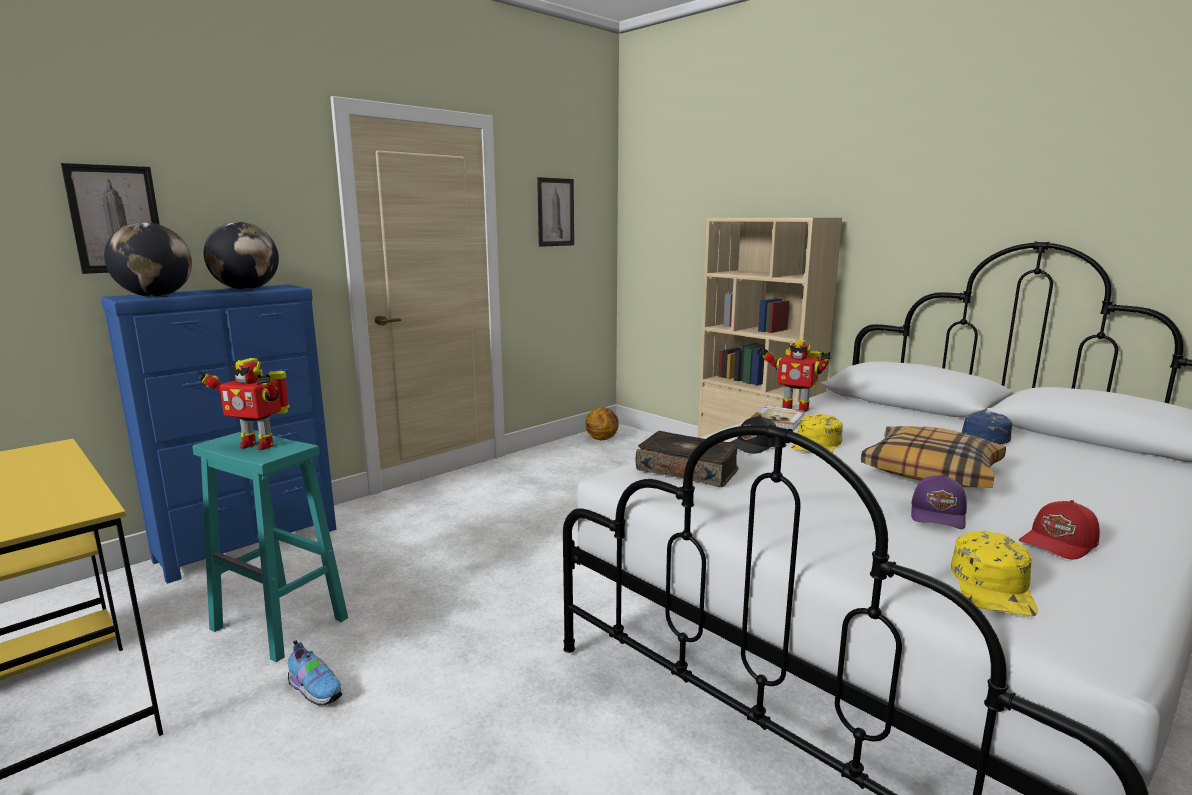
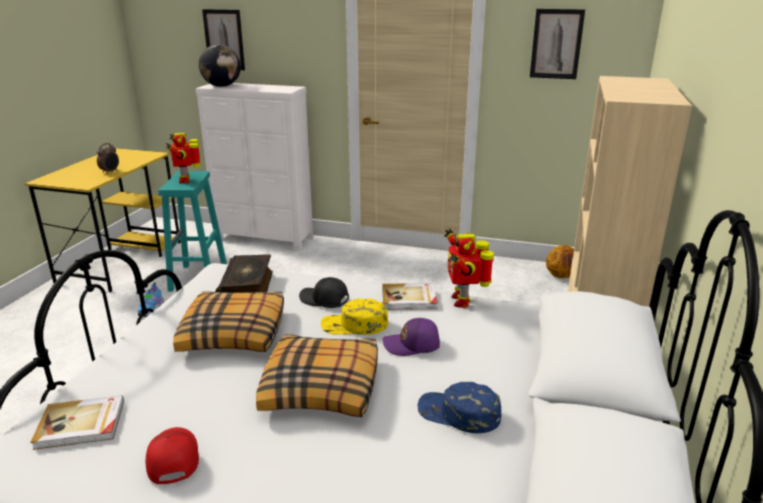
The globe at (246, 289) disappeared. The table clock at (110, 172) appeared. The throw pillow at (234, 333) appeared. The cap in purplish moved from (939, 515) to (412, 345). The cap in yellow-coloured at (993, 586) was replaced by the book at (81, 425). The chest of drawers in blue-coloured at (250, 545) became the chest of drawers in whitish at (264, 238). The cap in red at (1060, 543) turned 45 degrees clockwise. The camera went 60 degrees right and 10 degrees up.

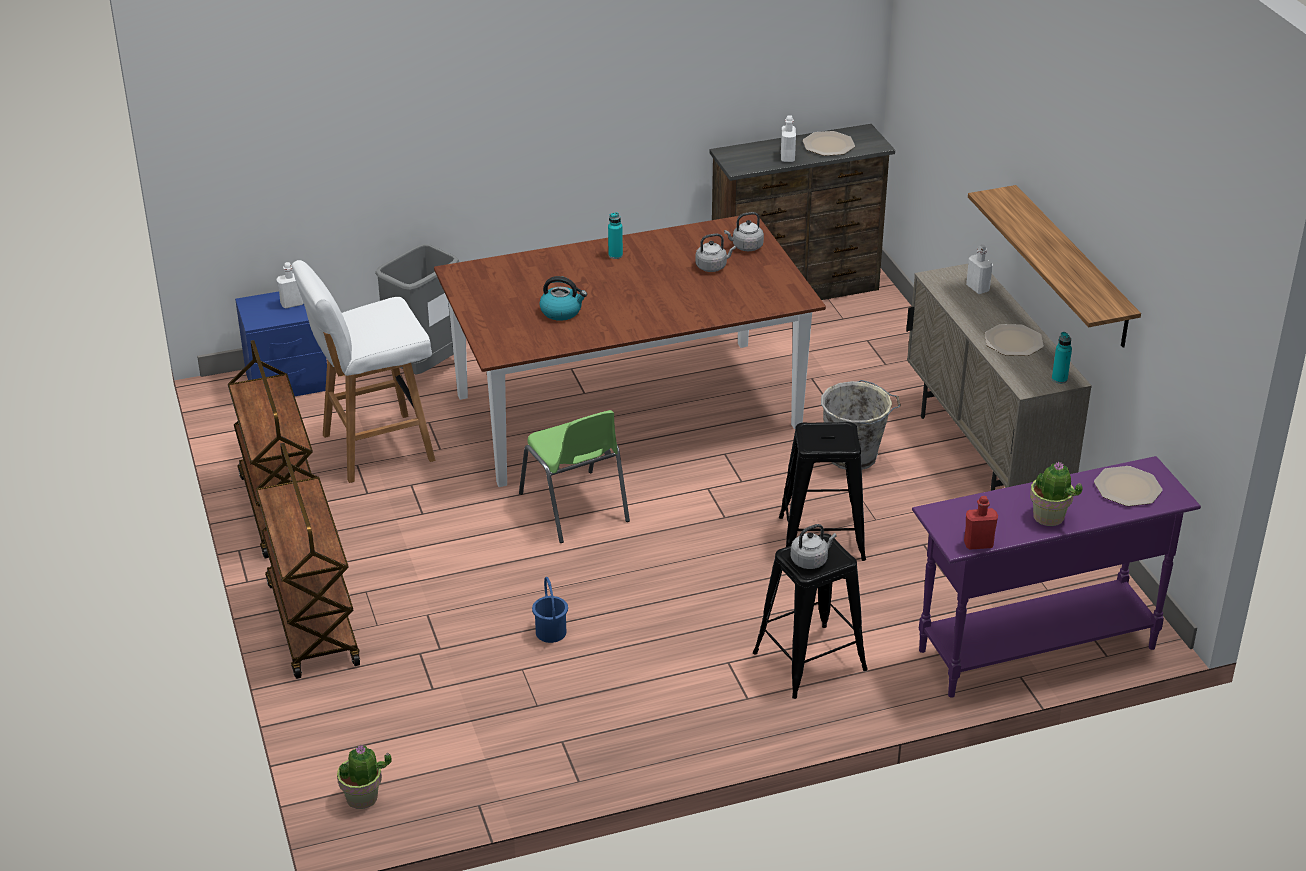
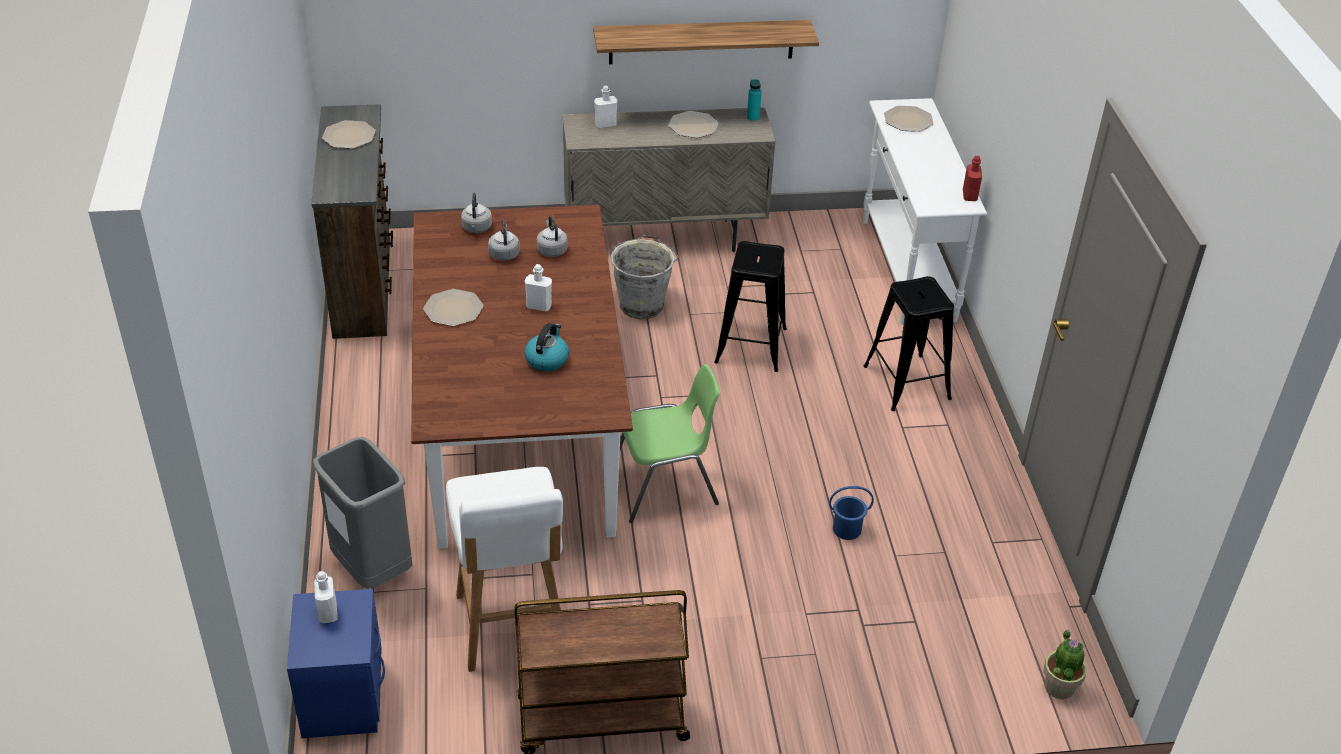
The trolley in brown at (311, 623) disappeared. The plant in a pot at (1048, 517) disappeared. The drink bottle in whitish moved from (787, 157) to (539, 306). The tea kettle in gray moved from (810, 560) to (551, 250). The drink bottle in turquoise-coloured at (615, 255) was replaced by the plate at (453, 309). The narrow table in purplish at (1035, 649) became the narrow table in whitish at (907, 270). The camera went 80 degrees left and 5 degrees up.

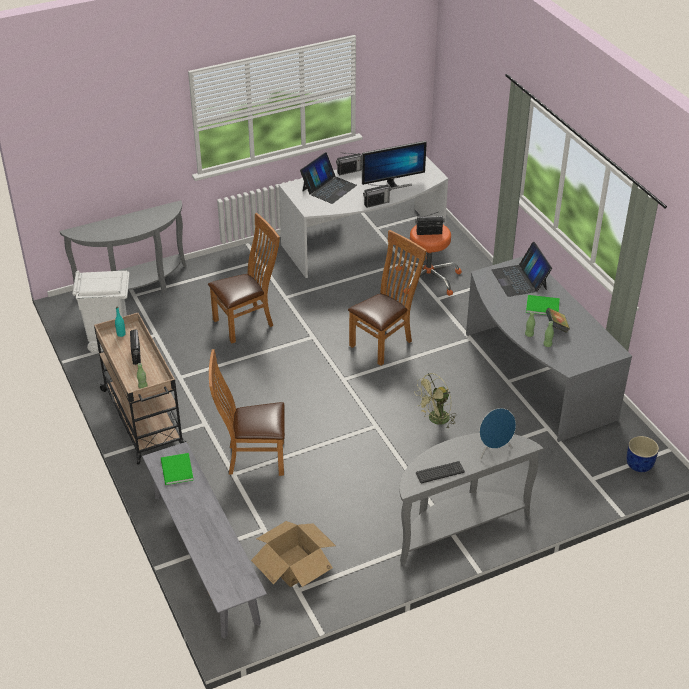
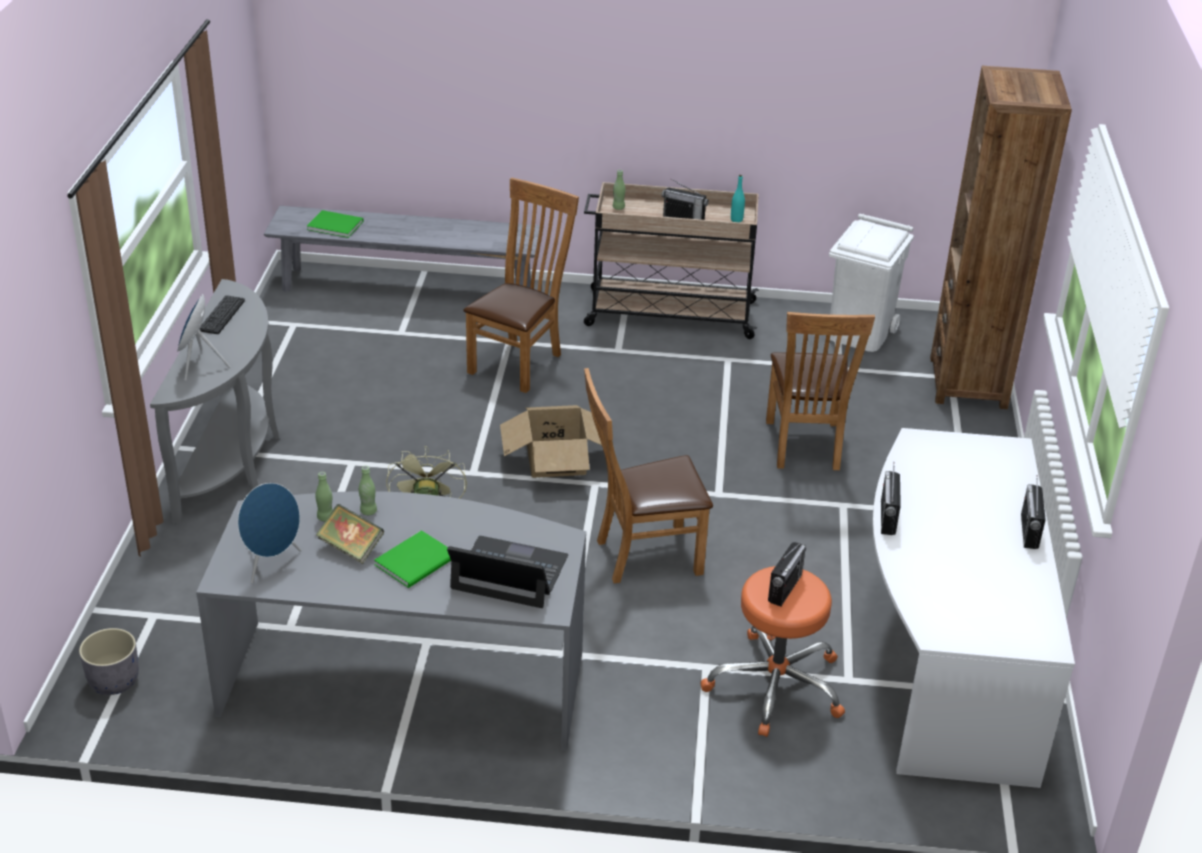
The notebook computer at (328, 188) disappeared. The monitor at (392, 185) disappeared. The loudspeaker in blue-coloured at (271, 563) appeared. The book in greenish moved from (176, 471) to (334, 224). The packing box moved from (294, 565) to (555, 460). The narrow table in gray at (135, 288) was replaced by the bookcase in brown at (968, 383). The planter in blue-coloured at (639, 465) became the planter in gray at (113, 681). The upright chair in brown at (384, 342) turned 90 degrees clockwise. The camera went 120 degrees right and 5 degrees down.

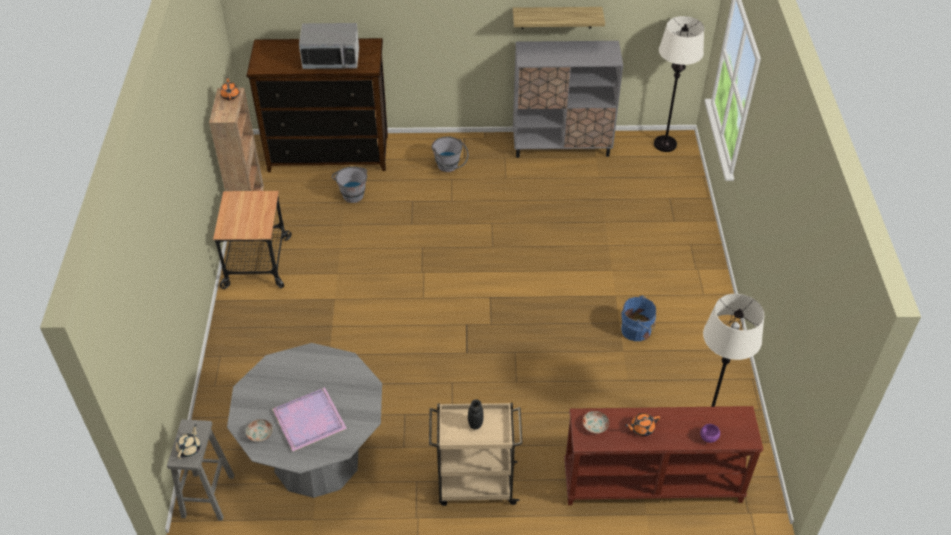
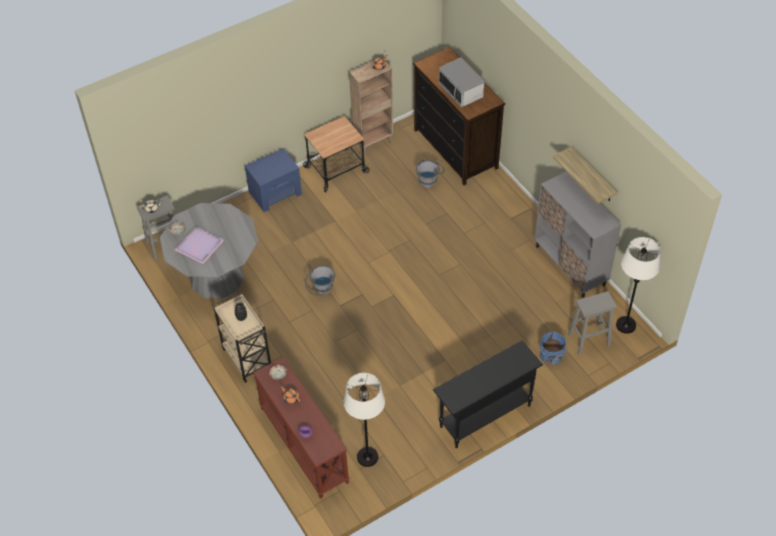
The night table in blue-coloured at (275, 193) appeared. The narrow table in blackish at (484, 416) appeared. The stool in gray at (588, 340) appeared. The pail in gray moved from (450, 168) to (321, 291). The pail in blue-coloured moved from (637, 330) to (551, 356). The camera went 60 degrees right and 5 degrees up.

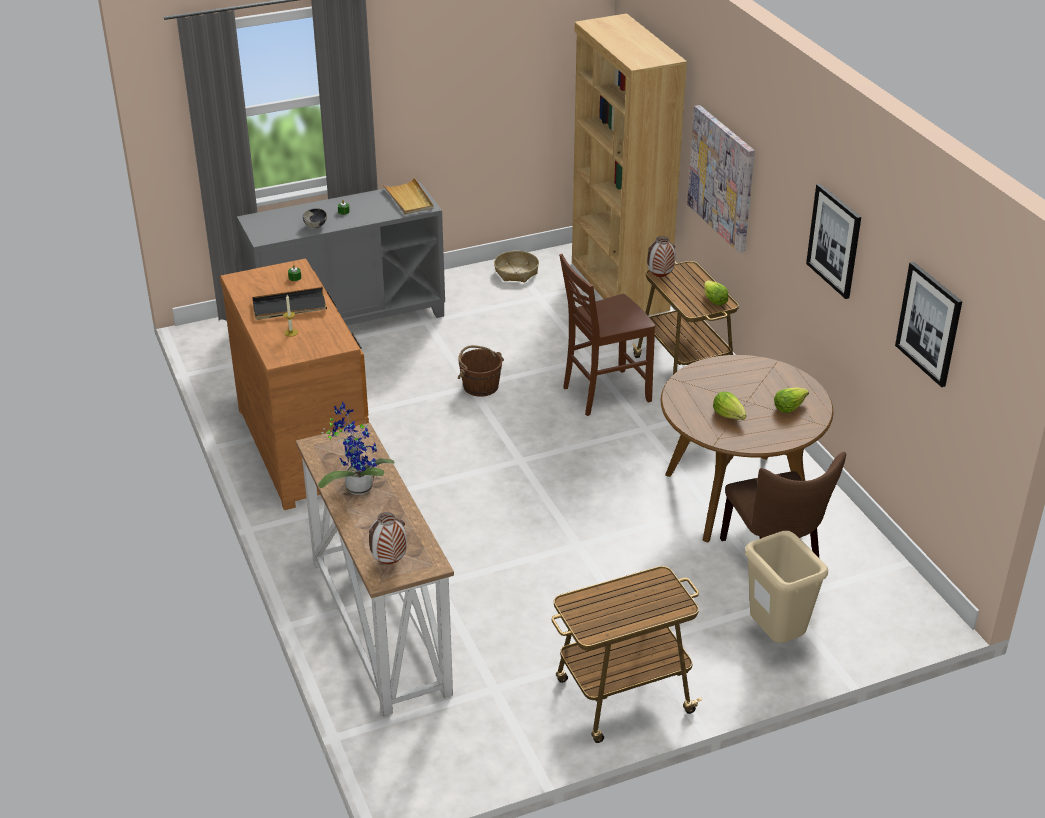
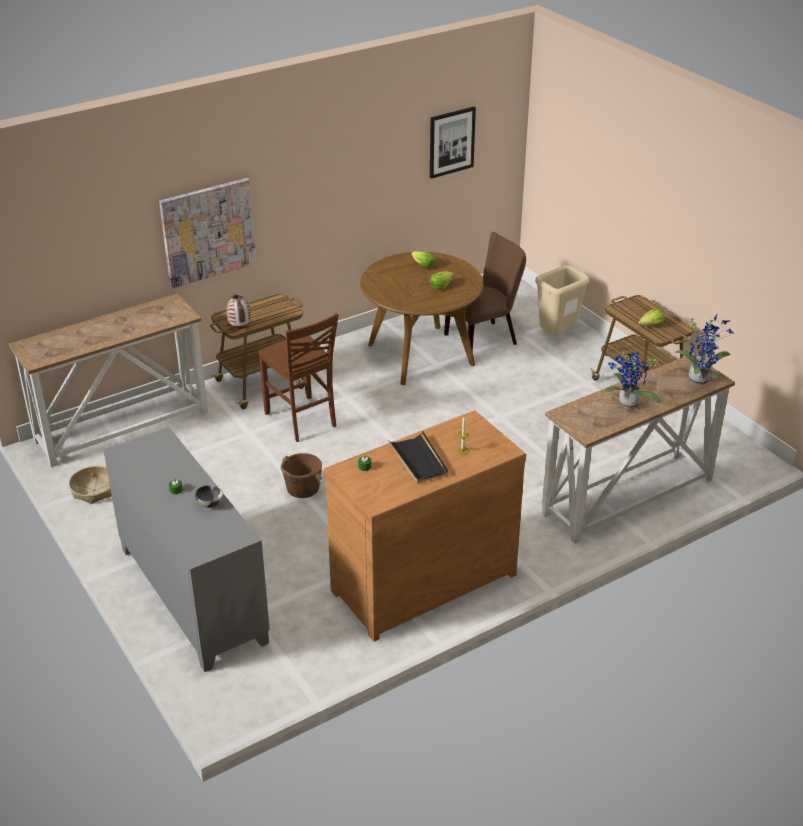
The carrying tray in beige at (408, 199) disappeared. The wall picture at (834, 240) disappeared. The head of lettuce moved from (714, 300) to (651, 325). The decorative vase at (389, 562) was replaced by the plant in a pot at (700, 379). The bookcase in brown at (618, 286) was replaced by the narrow table at (123, 426). The camera went 100 degrees left and 0 degrees up.

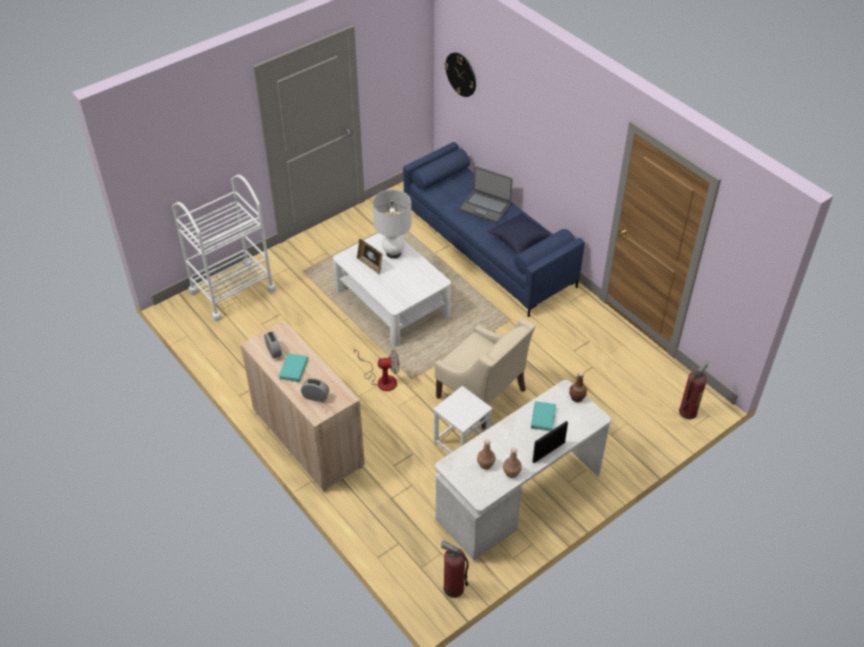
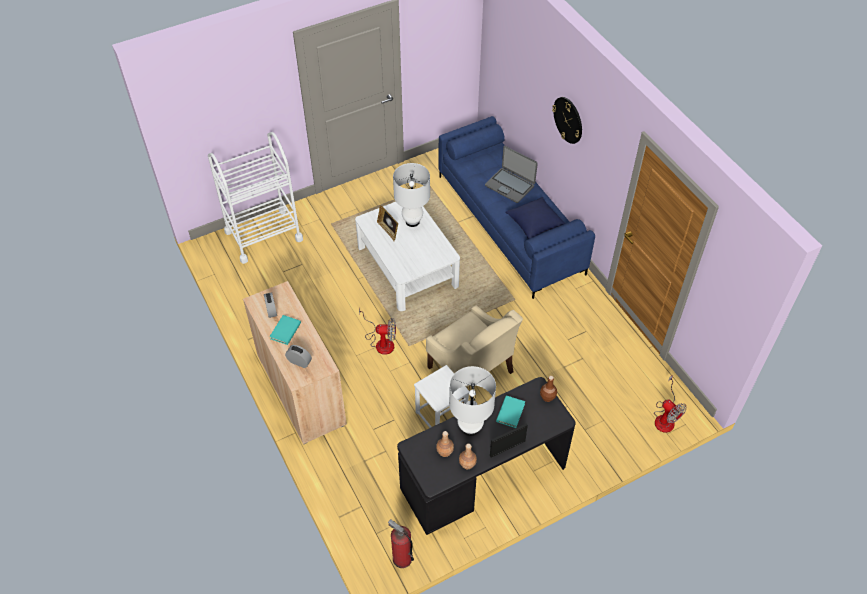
The lamp for a table in whitish at (470, 428) appeared. The wall clock moved from (461, 74) to (568, 120). The fire-fighting cylinder at (687, 411) was replaced by the cooling fan at (665, 417). The desk table in whitish at (519, 496) became the desk table in blackish at (483, 477). The camera went 10 degrees right and 5 degrees up.

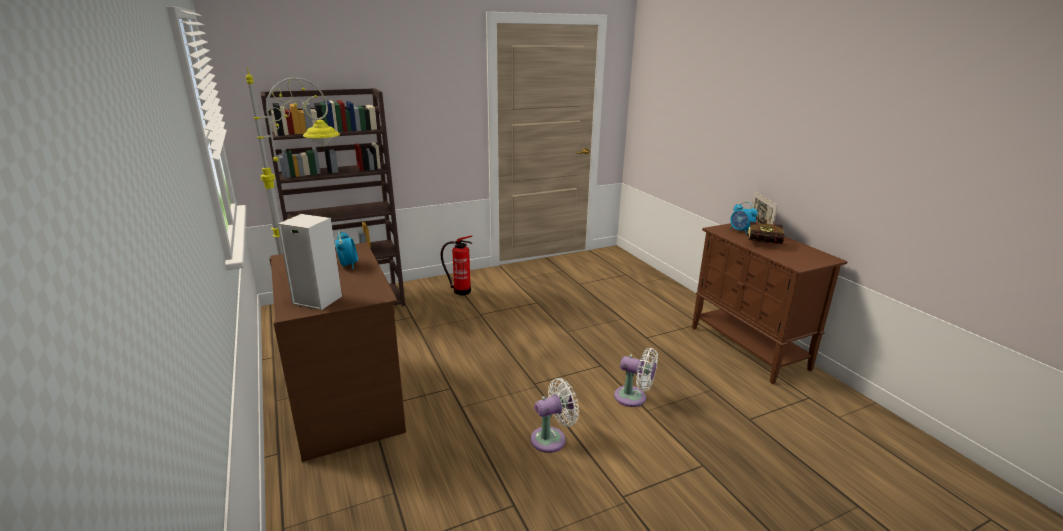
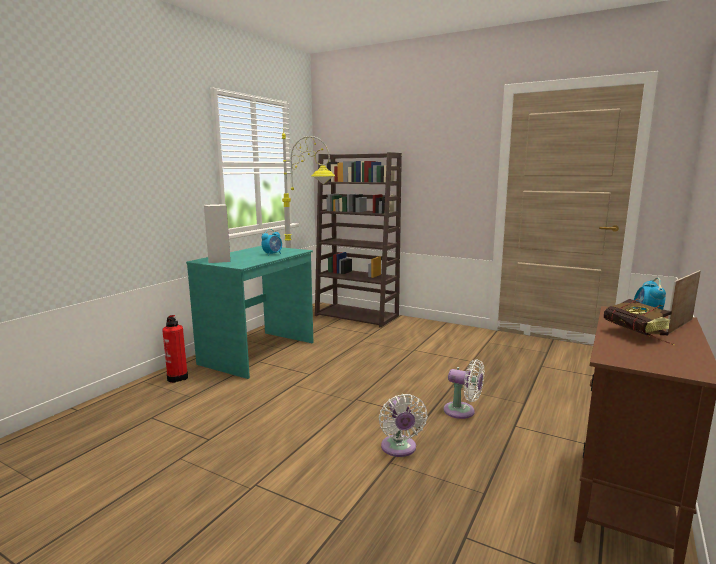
The fire-fighting cylinder moved from (460, 291) to (177, 377). The cooling fan in whitish moved from (552, 438) to (462, 411). The desk table in brown at (347, 401) became the desk table in turquoise-coloured at (259, 353). The camera went 55 degrees right and 10 degrees down.

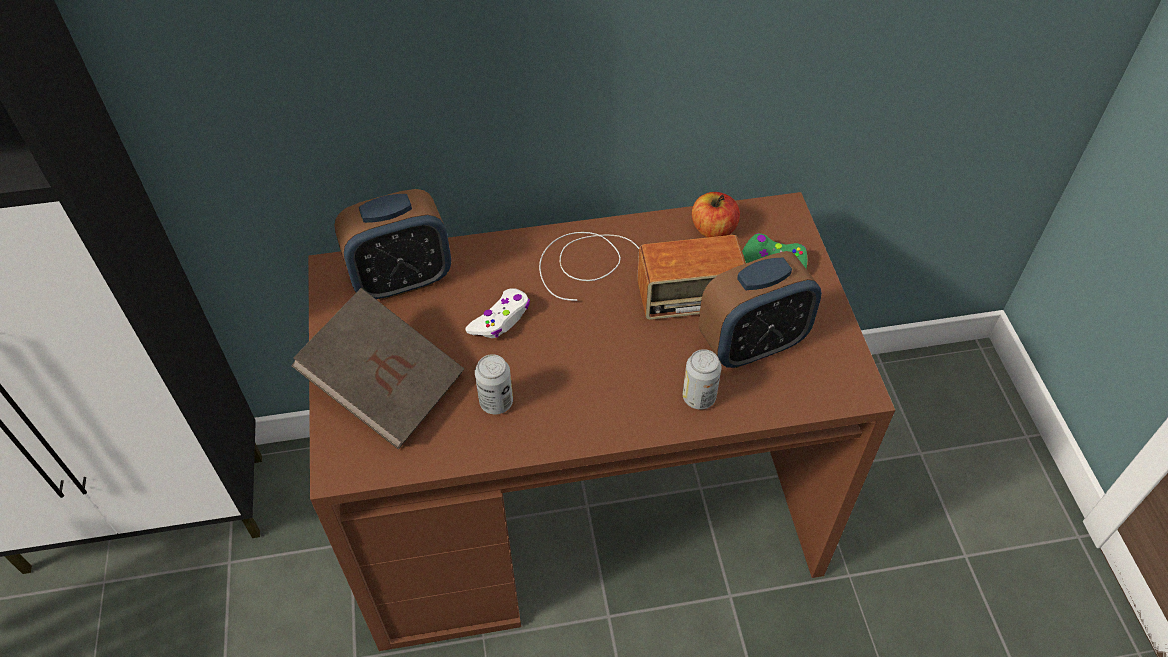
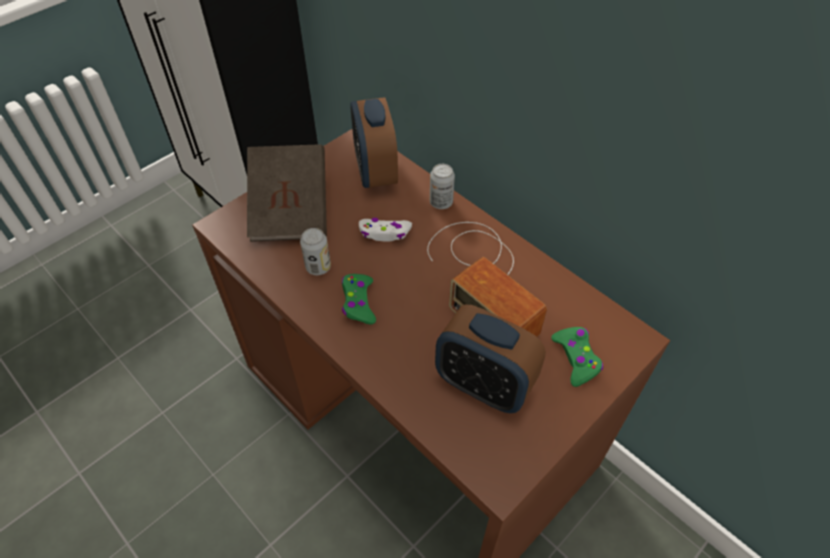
The apple at (713, 229) disappeared. The gamepad in greenish at (358, 303) appeared. The metal can moved from (699, 397) to (441, 202). The table clock at (402, 280) turned 45 degrees clockwise. The camera went 55 degrees right and 0 degrees up.

